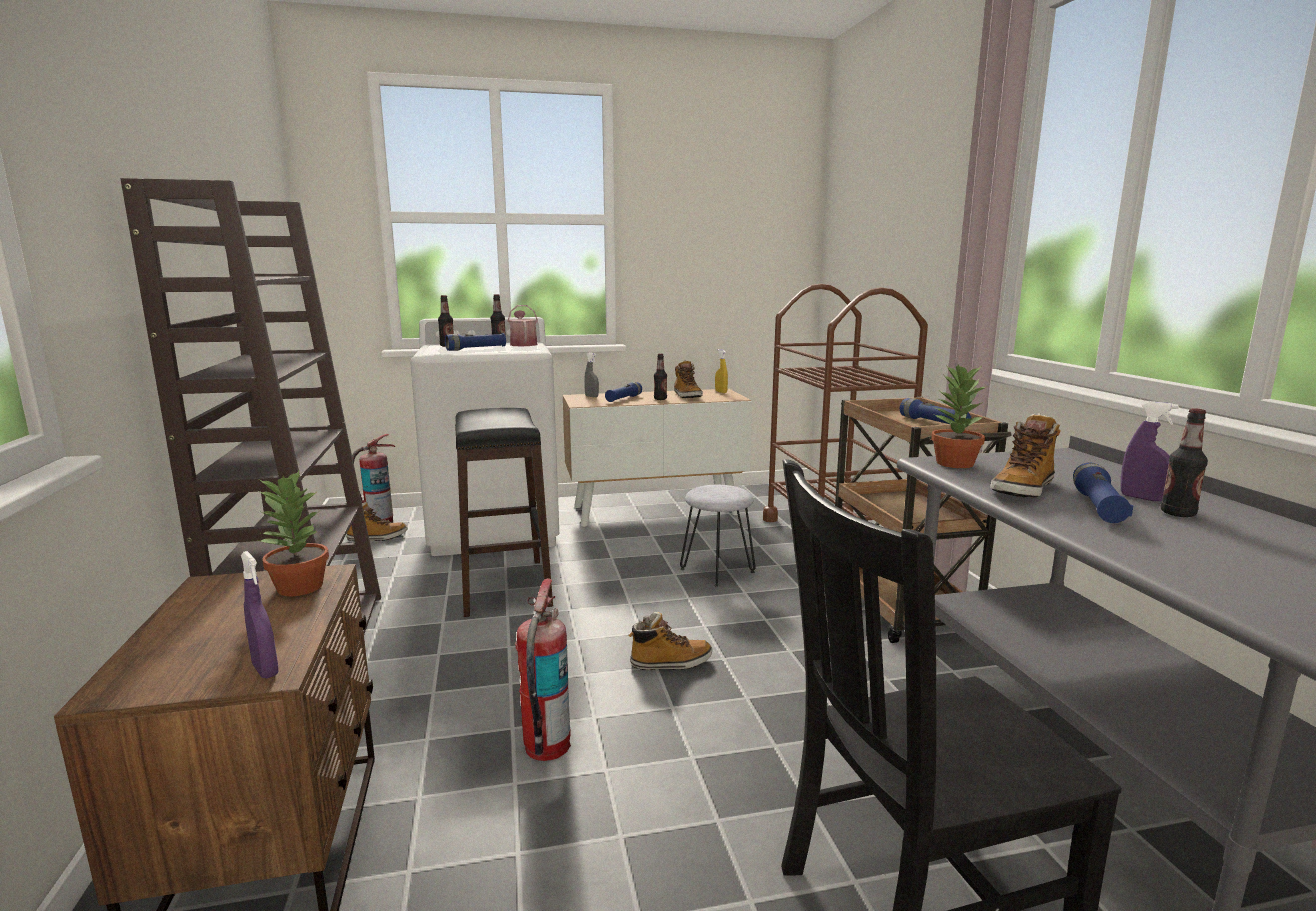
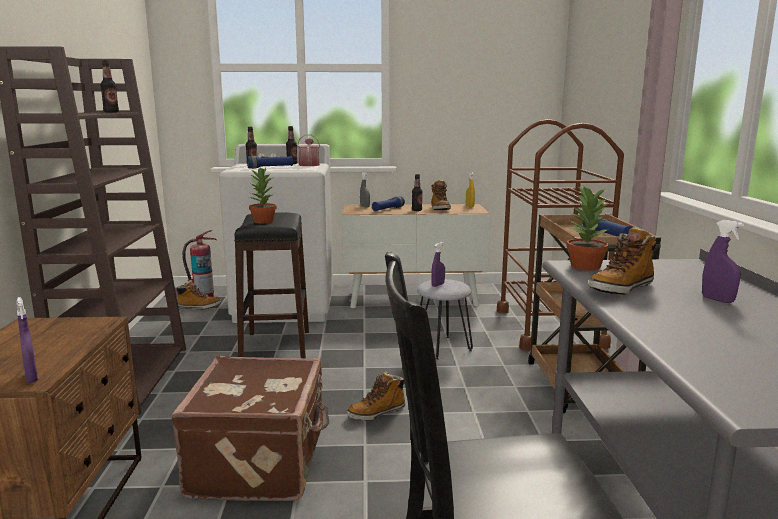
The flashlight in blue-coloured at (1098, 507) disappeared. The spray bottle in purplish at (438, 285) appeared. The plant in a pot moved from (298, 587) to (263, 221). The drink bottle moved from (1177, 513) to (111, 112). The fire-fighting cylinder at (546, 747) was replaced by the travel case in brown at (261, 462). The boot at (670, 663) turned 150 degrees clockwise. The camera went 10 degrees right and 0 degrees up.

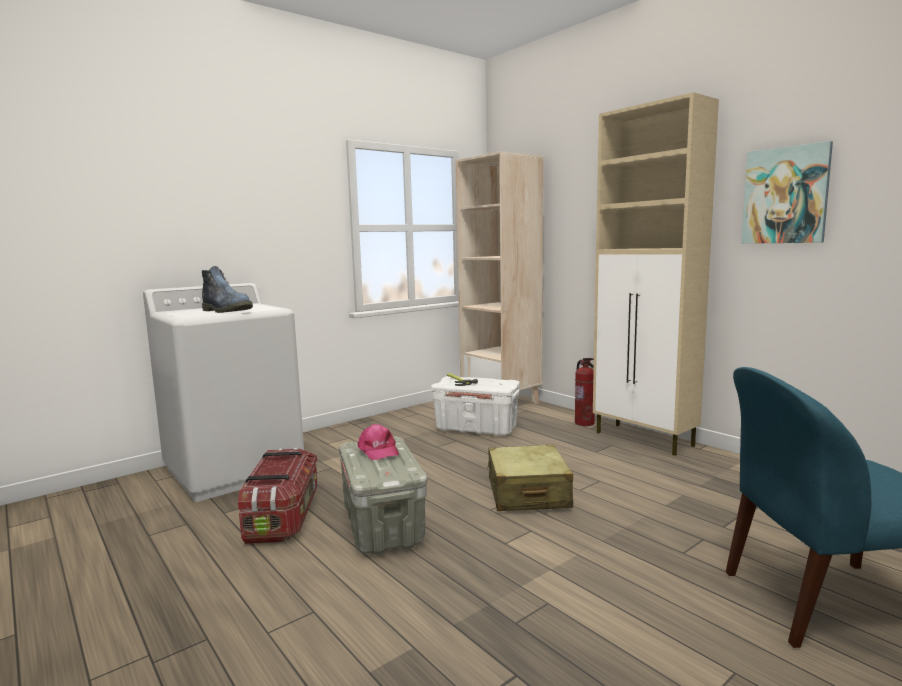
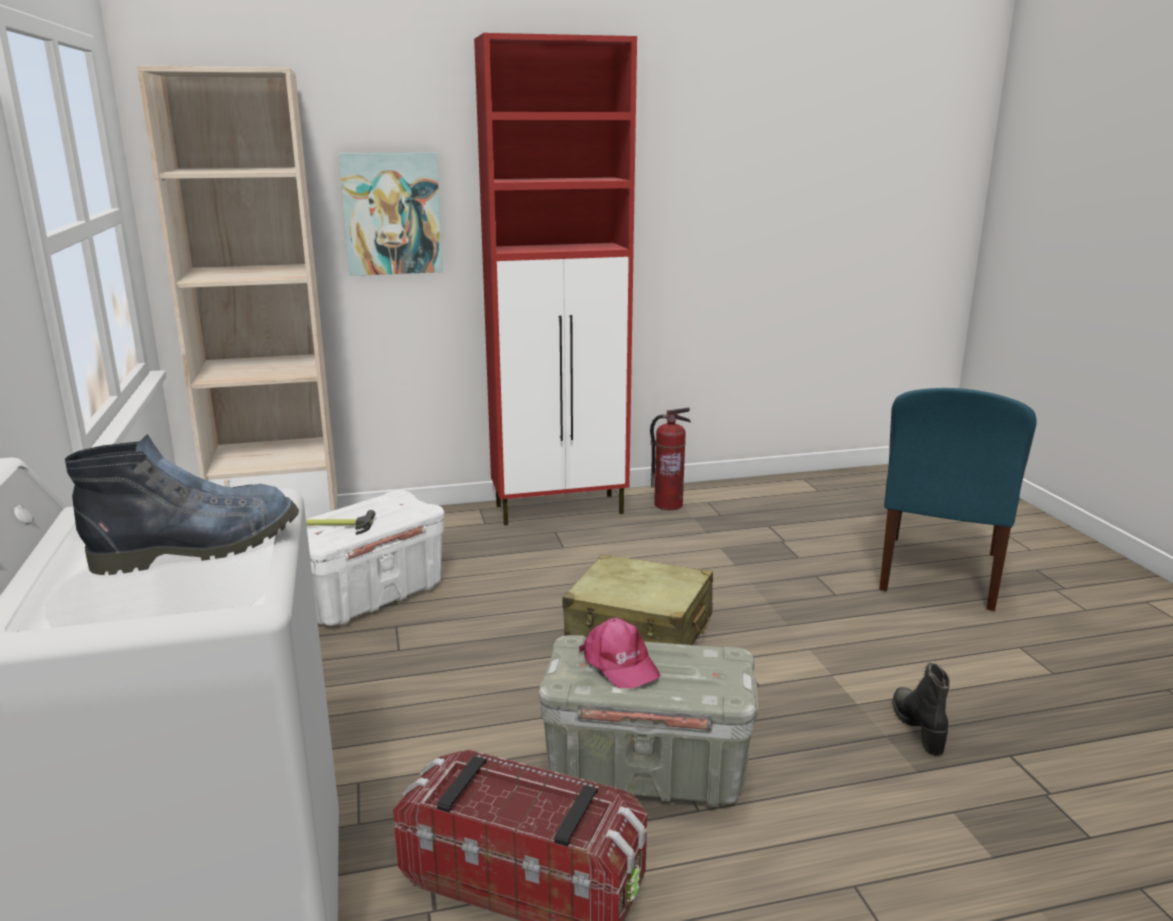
The boot in blackish at (918, 727) appeared. The fire-fighting cylinder moved from (585, 423) to (668, 504). The wall picture moved from (785, 195) to (392, 214). The cupboard in beige at (645, 439) became the cupboard in red at (561, 509). The cap in pink-coloured at (378, 450) turned 60 degrees clockwise. The camera went 65 degrees left and 10 degrees up.

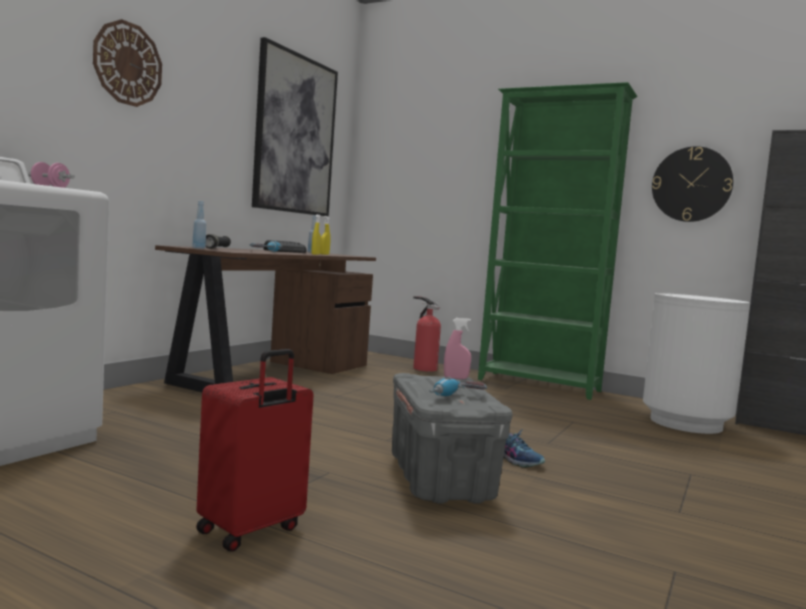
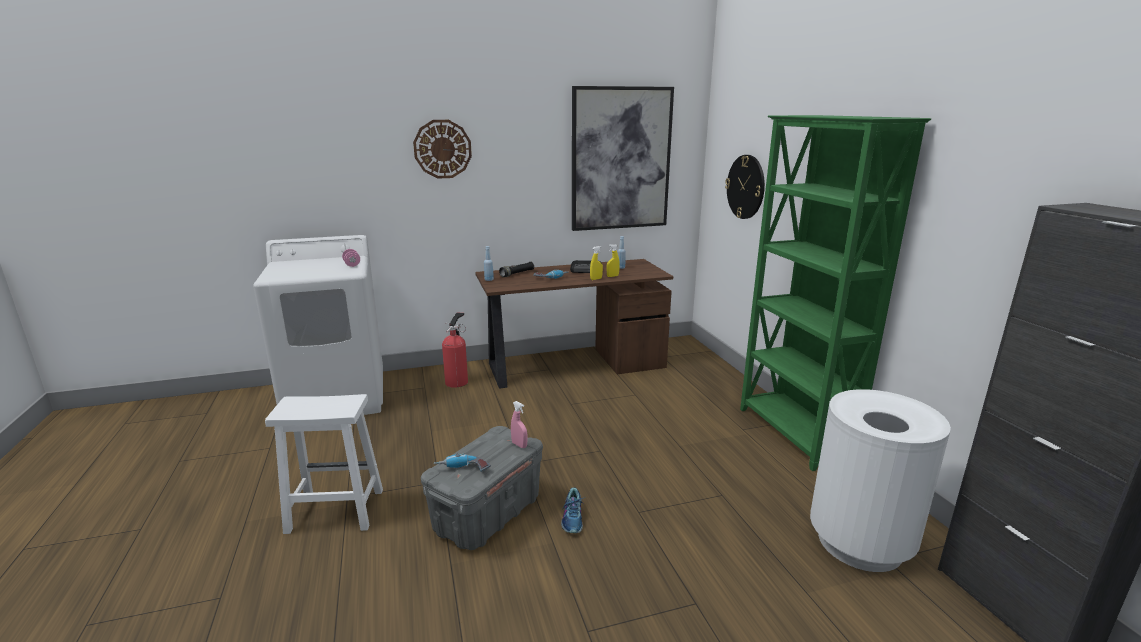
The fire-fighting cylinder moved from (423, 368) to (457, 381). The wall clock moved from (691, 184) to (746, 187). The travel case in red at (251, 531) was replaced by the stool in whitish at (334, 511). The camera went 45 degrees right and 15 degrees up.

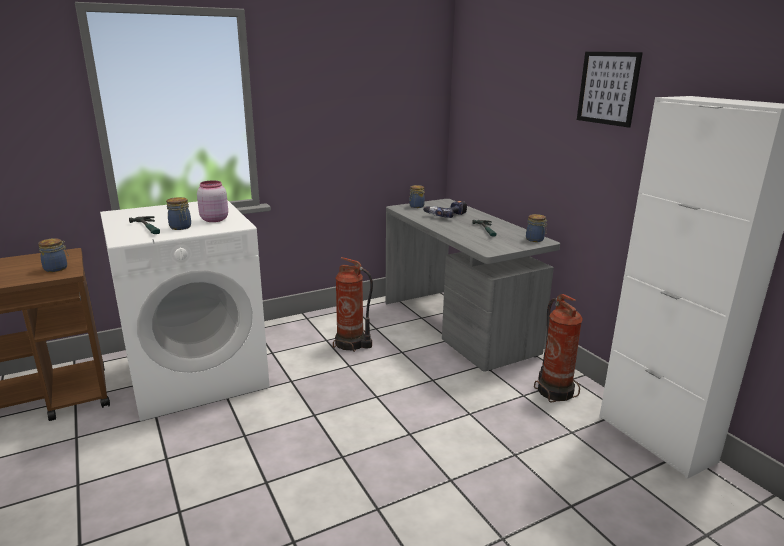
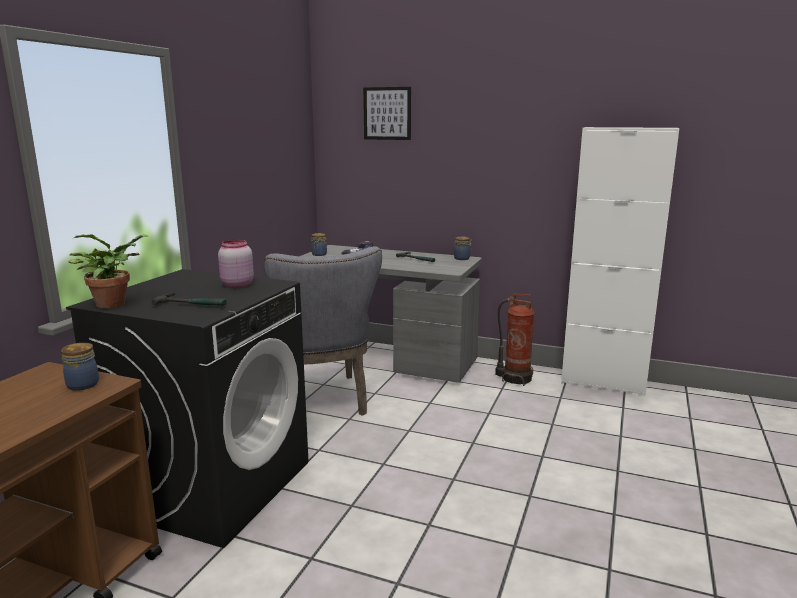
The jar at (181, 227) disappeared. The plant in a pot at (115, 304) appeared. The wall picture moved from (608, 88) to (387, 113). The fire-fighting cylinder at (351, 344) was replaced by the upright chair in gray at (323, 403). The laundry appliance in whitish at (197, 375) became the laundry appliance in blackish at (212, 485). The camera went 40 degrees left and 5 degrees down.

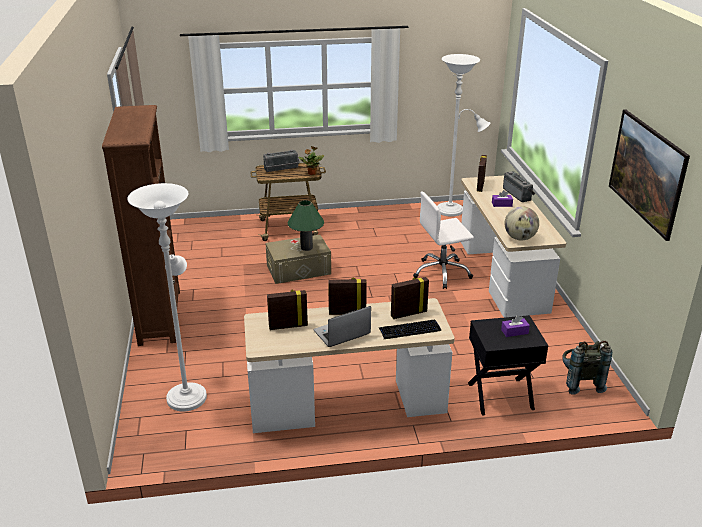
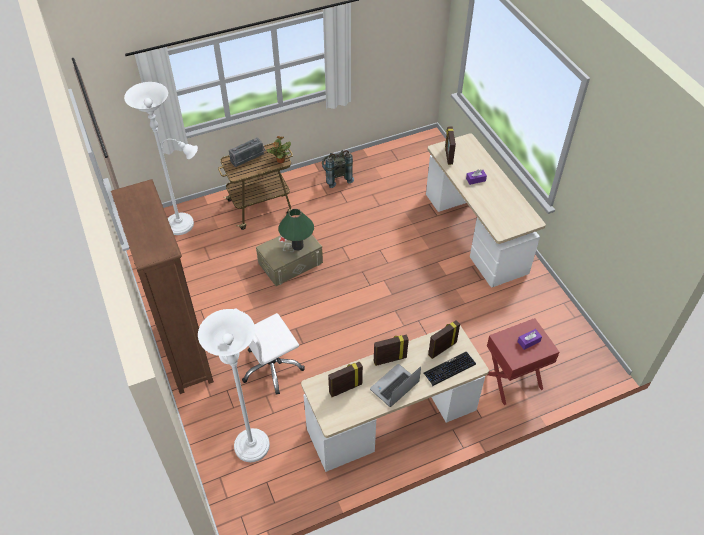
The radio at (518, 194) disappeared. The globe at (519, 238) disappeared. The wall picture at (642, 192) disappeared. The desk chair in whitish moved from (442, 273) to (272, 367). The standard lamp in whitish moved from (453, 210) to (183, 224). The knapsack in gray moved from (579, 382) to (336, 177). The night table in blackish at (500, 396) became the night table in red at (513, 381). The camera went 15 degrees left and 20 degrees up.

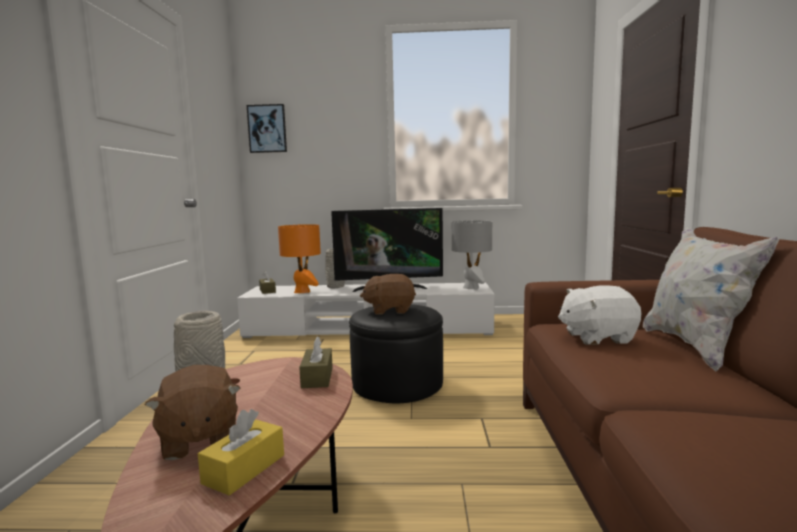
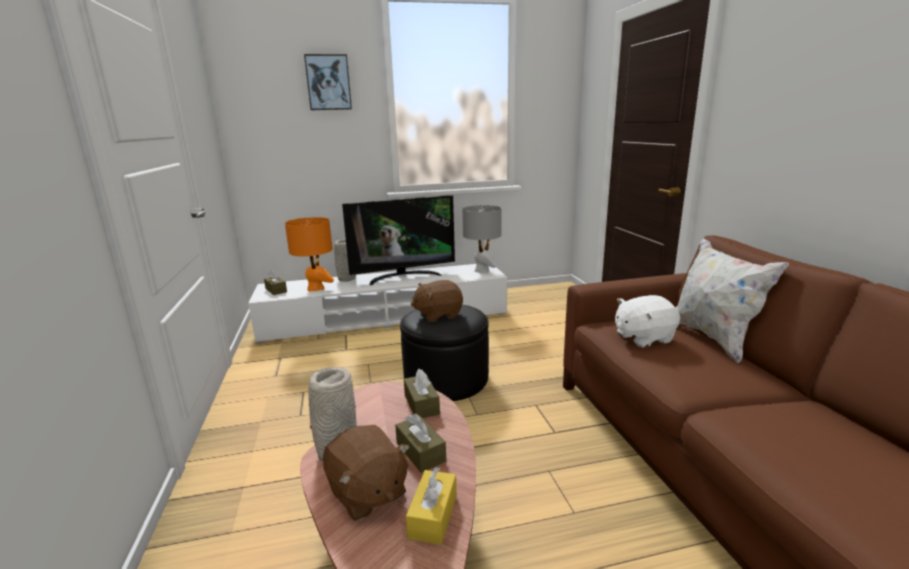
The tissue box in brown at (420, 452) appeared. The wall picture moved from (267, 129) to (328, 82). The camera went 15 degrees left and 10 degrees up.

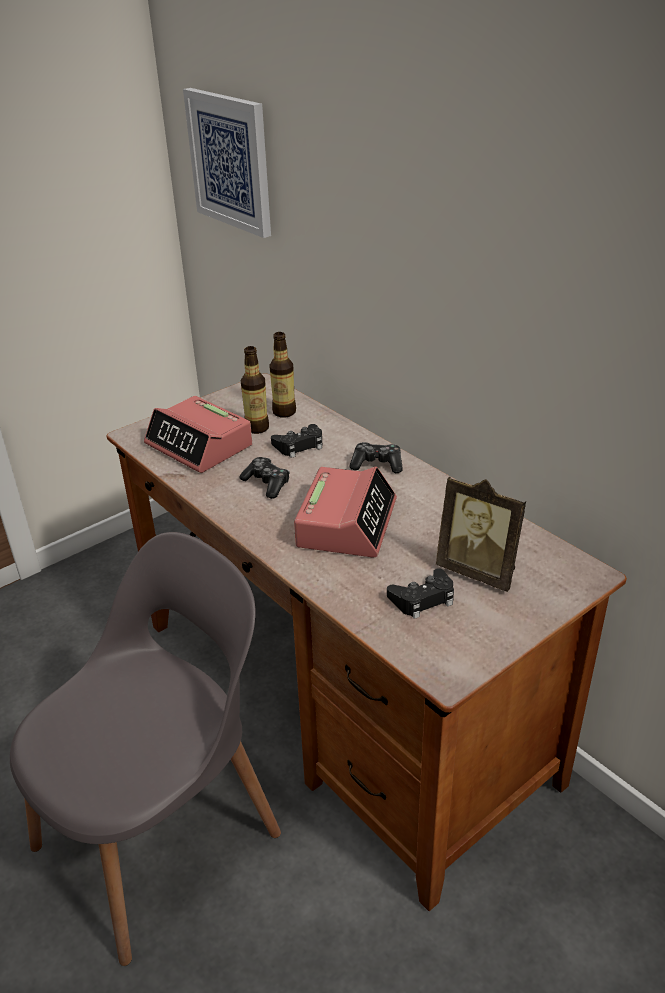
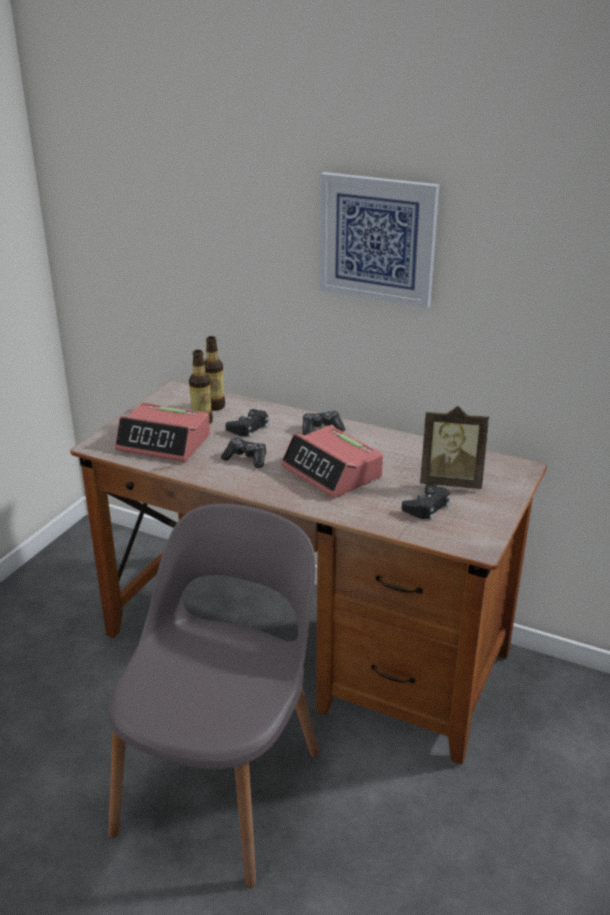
The wall picture moved from (230, 161) to (377, 239). The table clock at (347, 523) turned 150 degrees clockwise. The camera went 25 degrees left and 5 degrees down.

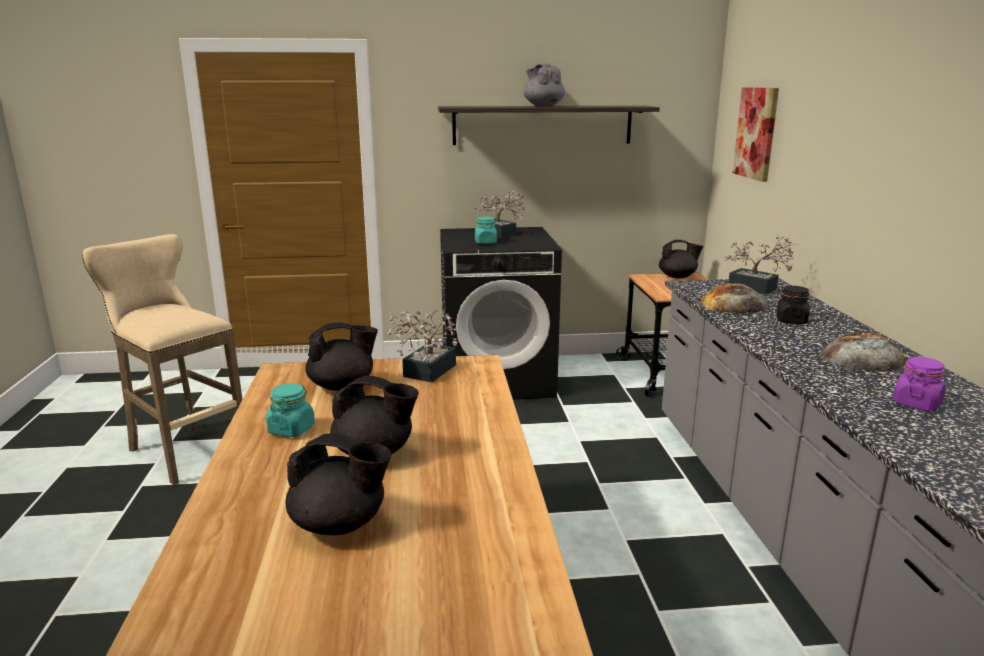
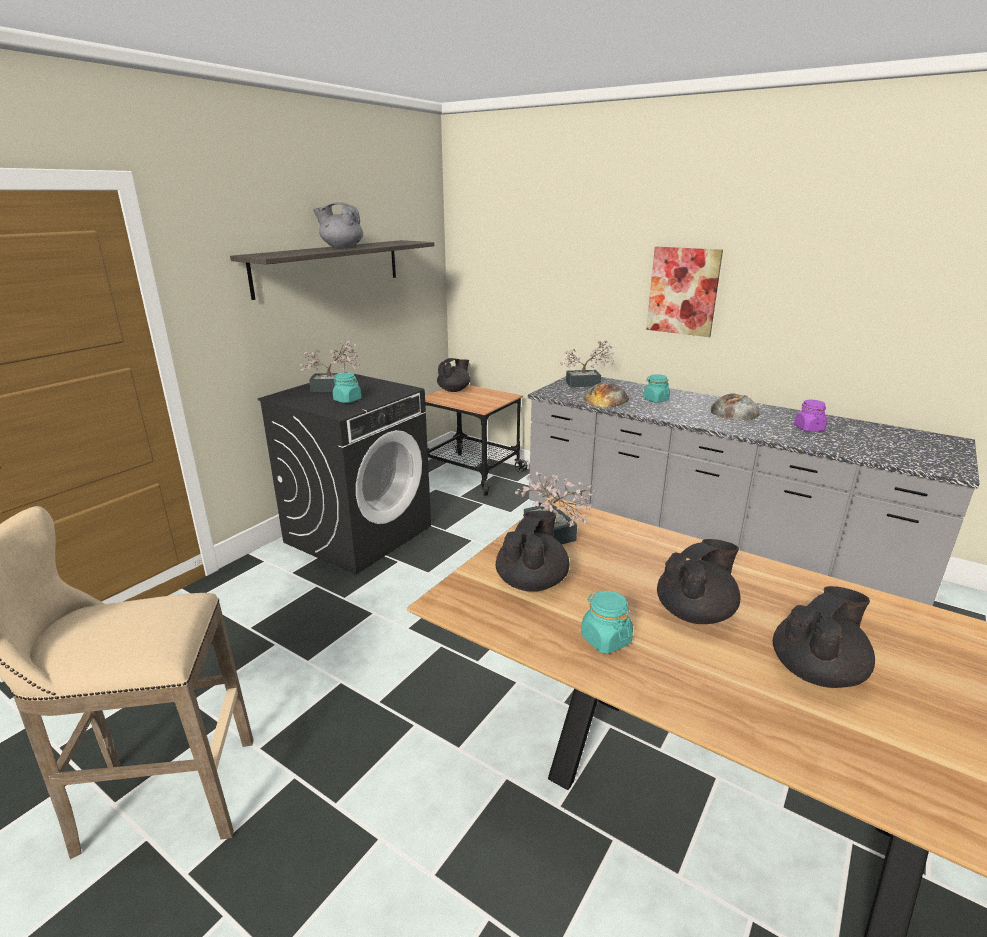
The wall picture moved from (756, 133) to (683, 291). The jar in blackish at (791, 320) became the jar in turquoise-coloured at (655, 400). The camera went 50 degrees left and 5 degrees up.

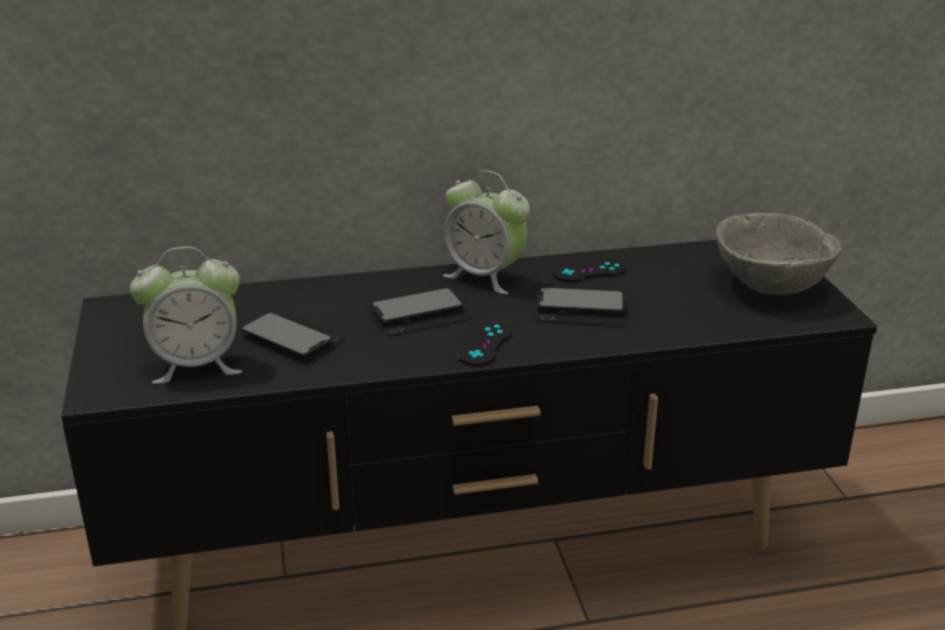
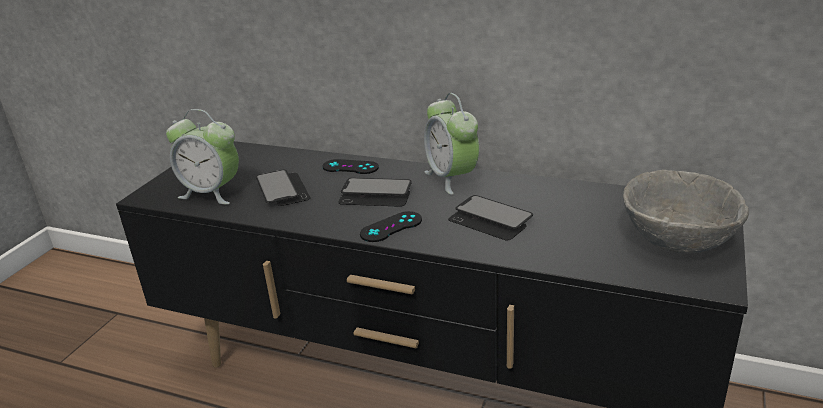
The gamepad in blackish moved from (589, 271) to (350, 167). The camera went 35 degrees right and 0 degrees up.

